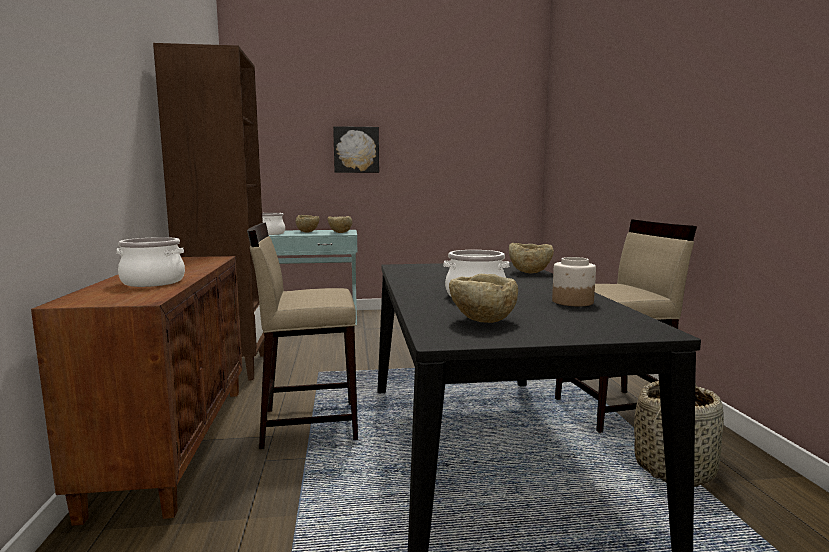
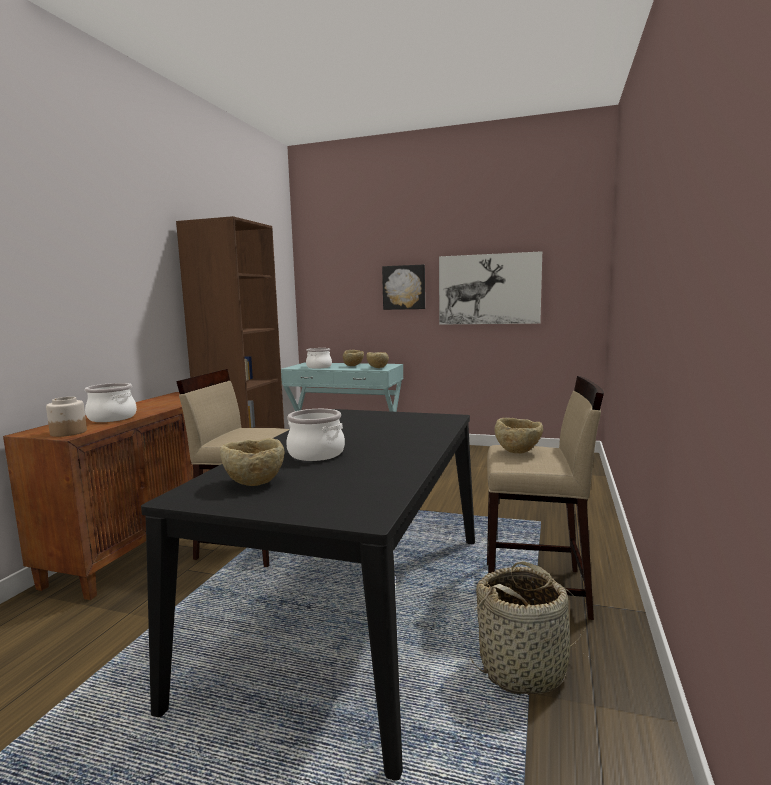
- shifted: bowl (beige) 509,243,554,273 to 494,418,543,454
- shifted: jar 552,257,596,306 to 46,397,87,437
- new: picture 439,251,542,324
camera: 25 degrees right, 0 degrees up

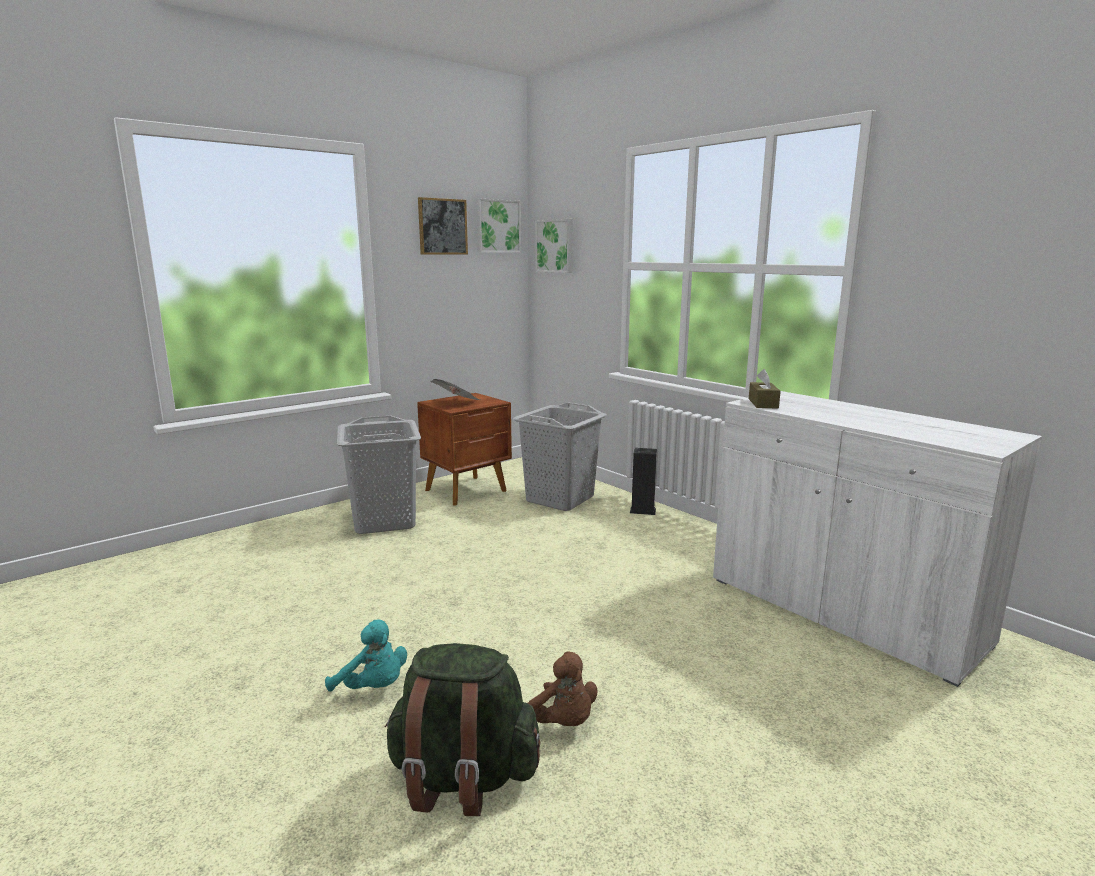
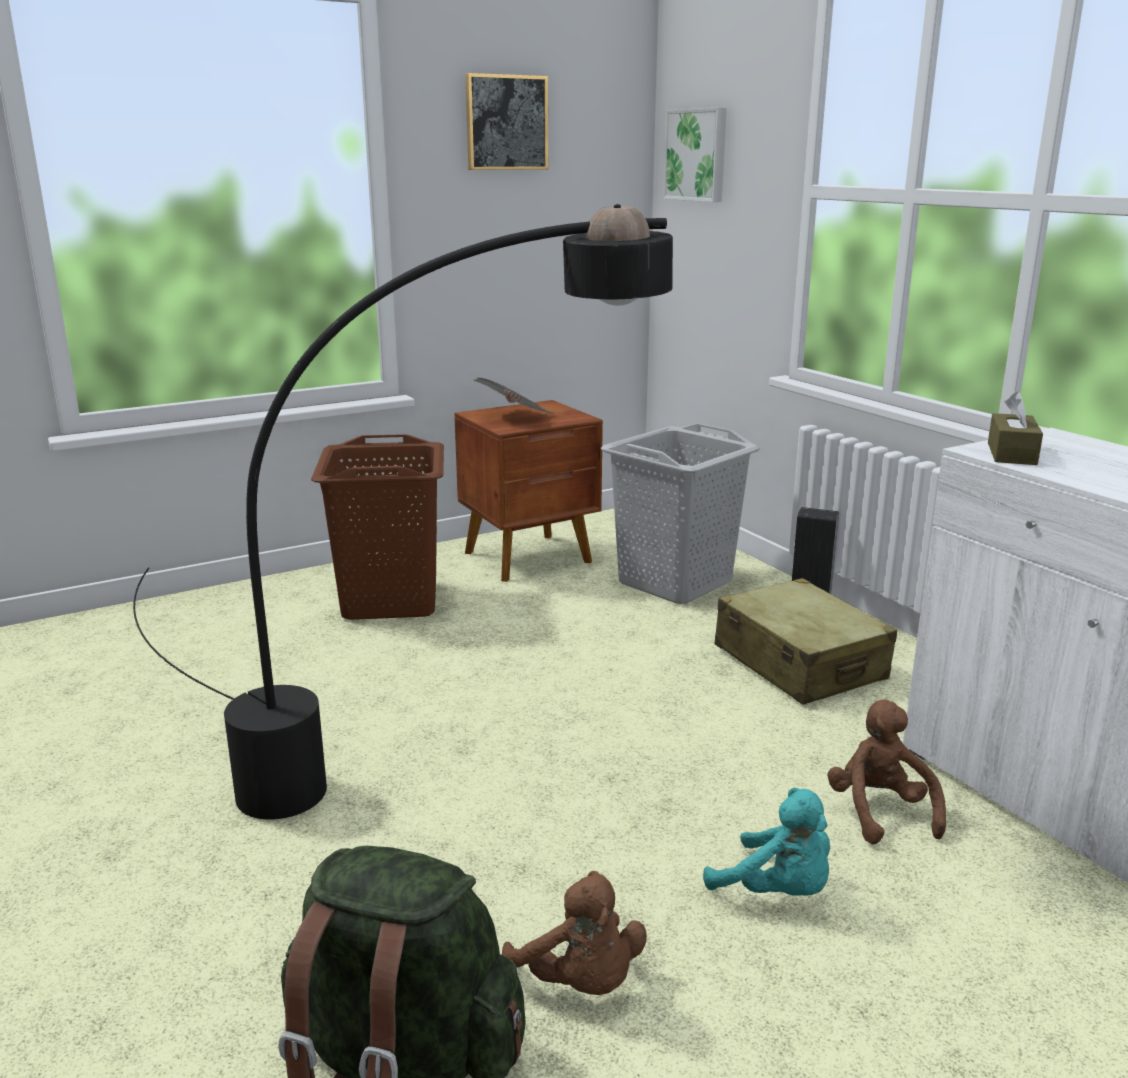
- shifted: plush toy (turquoise) 325,619,407,691 to 703,788,830,896
- repainted: laundry basket (grey) 337,416,421,534 to laundry basket (brown) 311,434,444,620
- gone: picture 476,198,521,253
- new: floor lamp (black) 133,204,673,820
- new: suitcase (beige) 715,578,897,705
- new: plush toy (brown) 827,700,946,845
camera: 10 degrees right, 5 degrees up

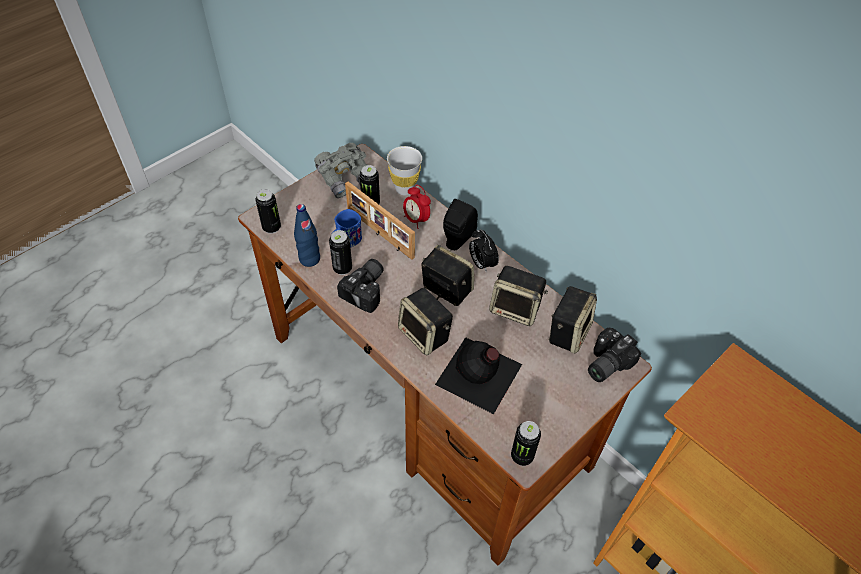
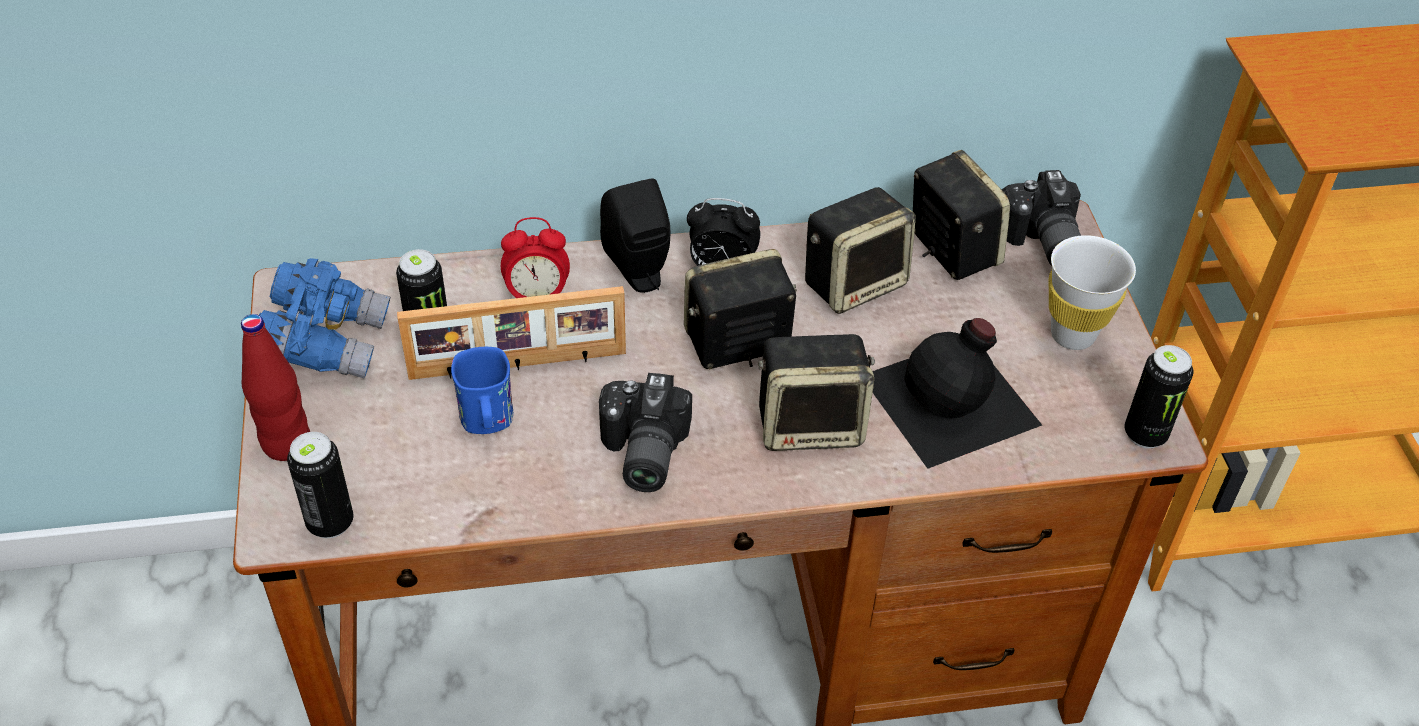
- gone: bottle (blue) 294,204,320,267
- repainted: binoculars (grey) 314,143,367,198 to binoculars (blue) 259,258,391,378
- gone: can 329,230,352,275
- rotated: photo camera 337,259,384,313 = 599,373,692,492 150 degrees counterclockwise
- shifted: cup (white) 387,146,422,195 to 1049,235,1136,350
- new: bottle (red) 241,314,310,461
camera: 55 degrees left, 5 degrees down

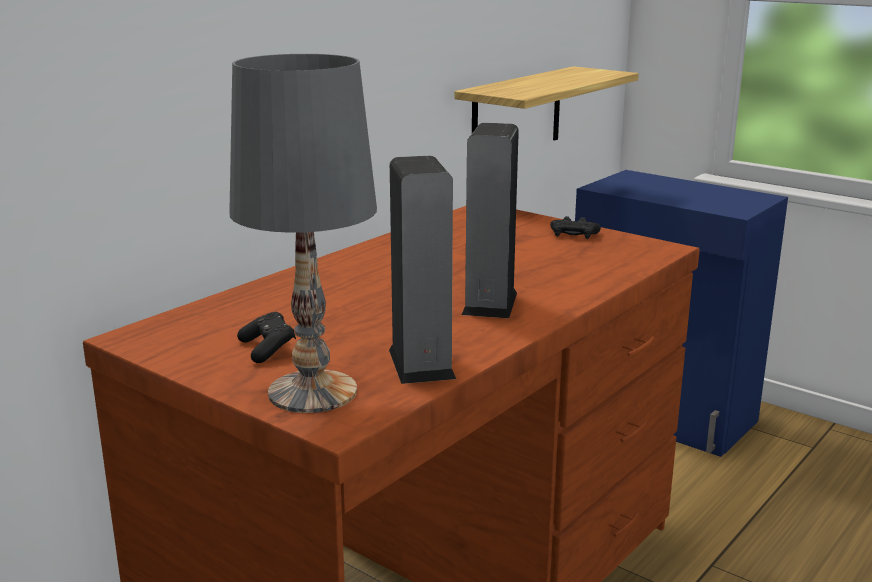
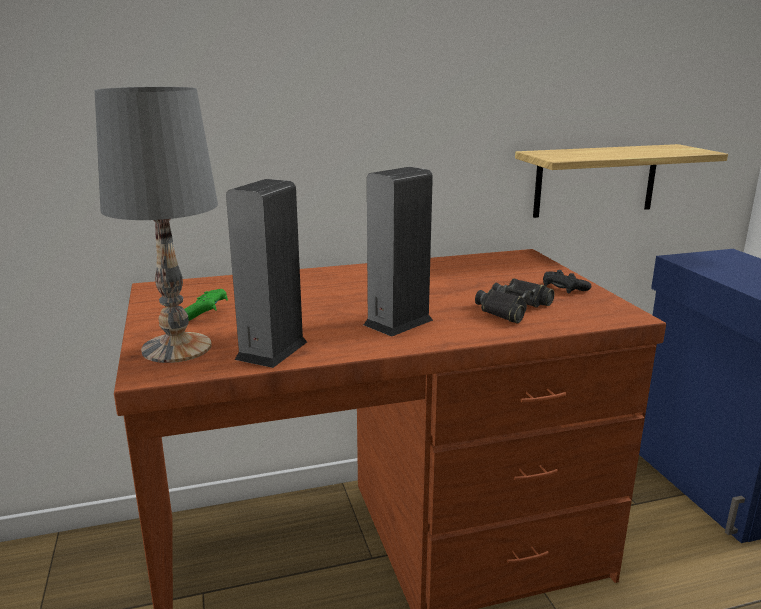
- repainted: game controller (black) 237,312,296,363 to game controller (green) 184,289,228,321
- new: binoculars (black) 475,278,554,323
camera: 35 degrees right, 0 degrees up

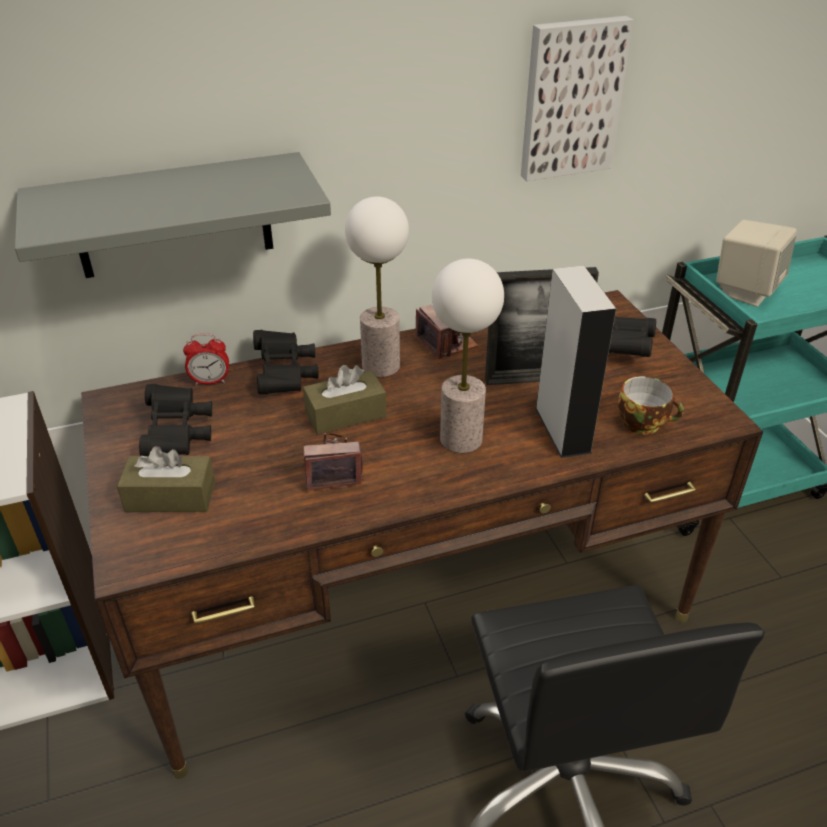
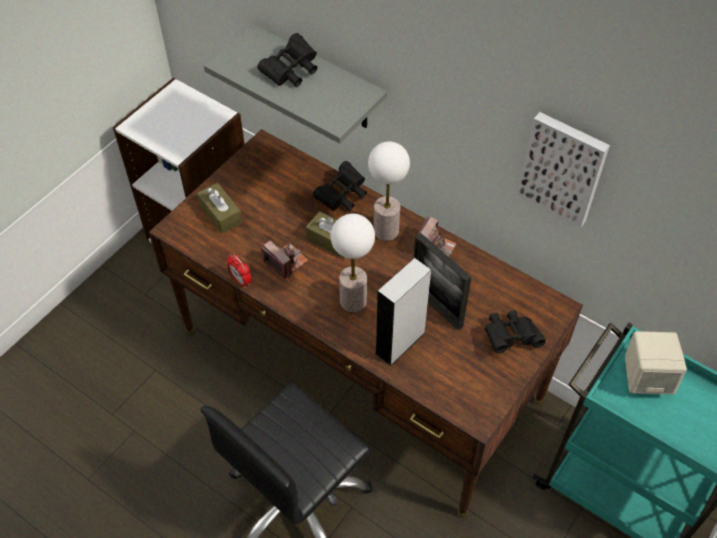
- shifted: binoculars (black) 139,384,212,456 to 257,33,317,87
- shifted: alarm clock 183,334,229,385 to 227,255,252,288
- gone: cup 618,376,684,435
camera: 55 degrees right, 15 degrees up

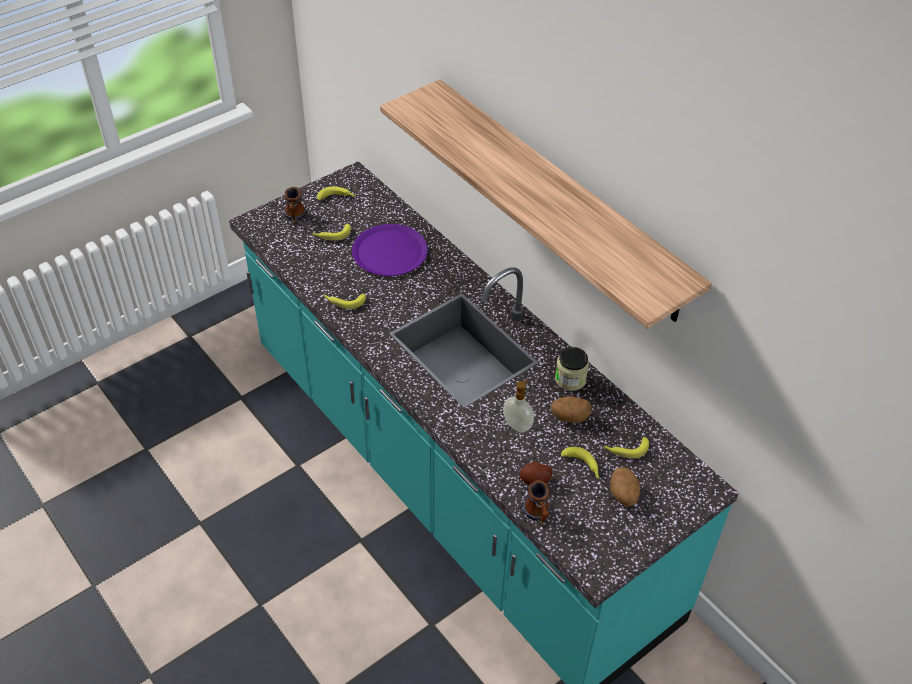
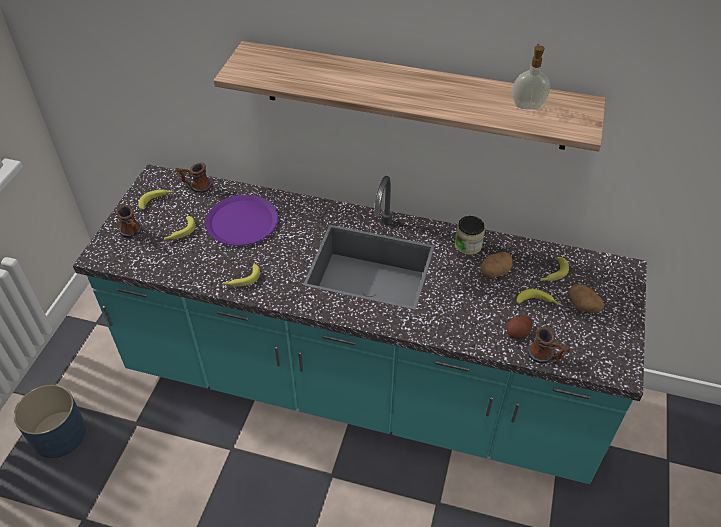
- shifted: soap dispenser 503,379,534,433 to 512,44,550,110
- new: planter (blue) 14,384,86,458
- new: mug 175,163,212,193
camera: 35 degrees left, 0 degrees up

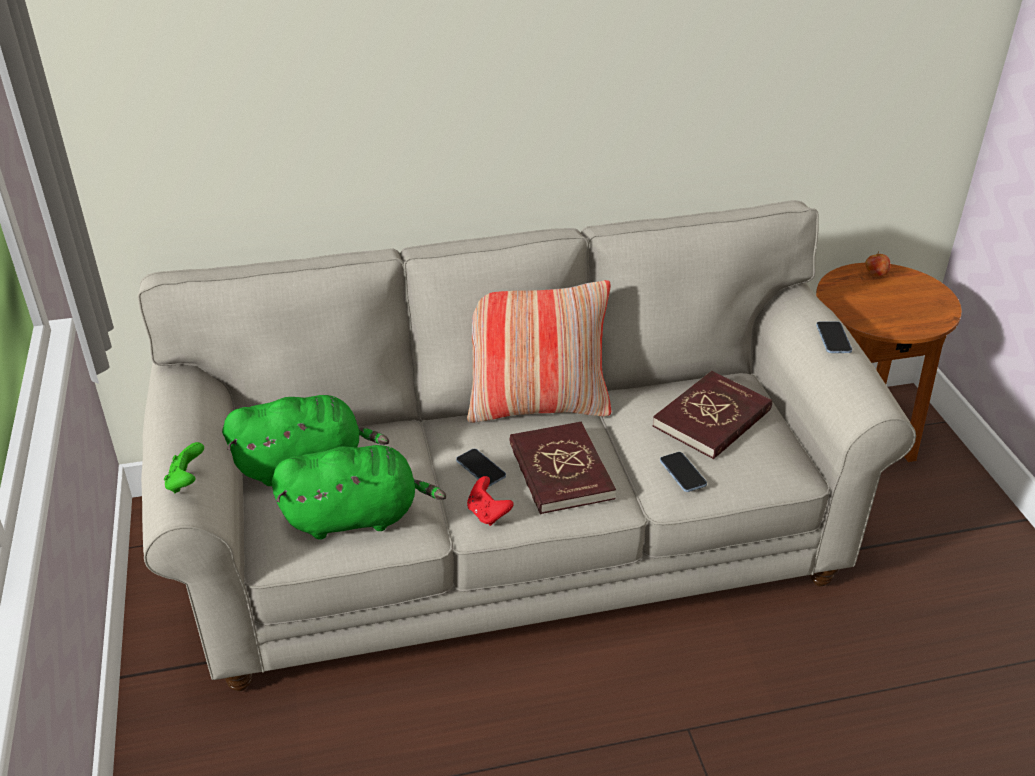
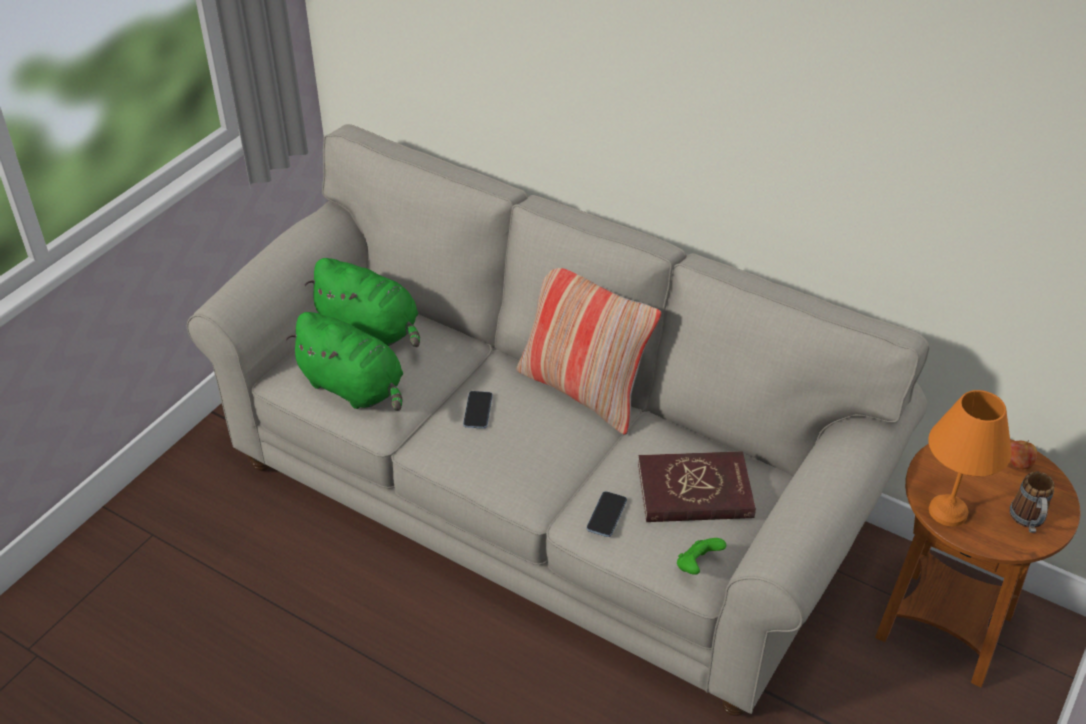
- shifted: game controller (green) 164,442,204,493 to 677,538,726,575
- gone: game controller (red) 467,476,514,526
- gone: book (red) 509,422,616,514
- gone: phone 816,321,852,353
- new: table lamp (orange) 929,390,1012,527
- new: mug 1009,471,1055,533
camera: 45 degrees right, 5 degrees up

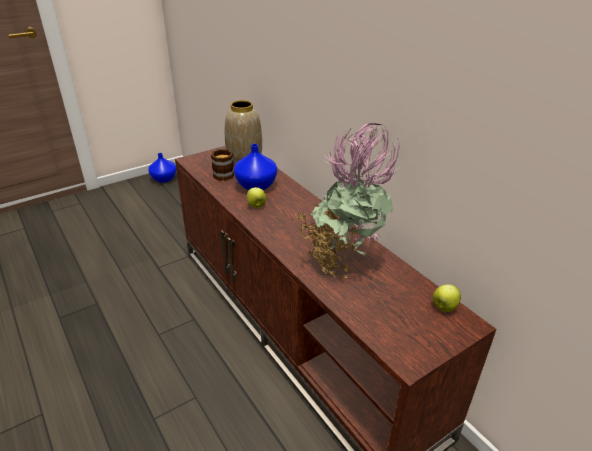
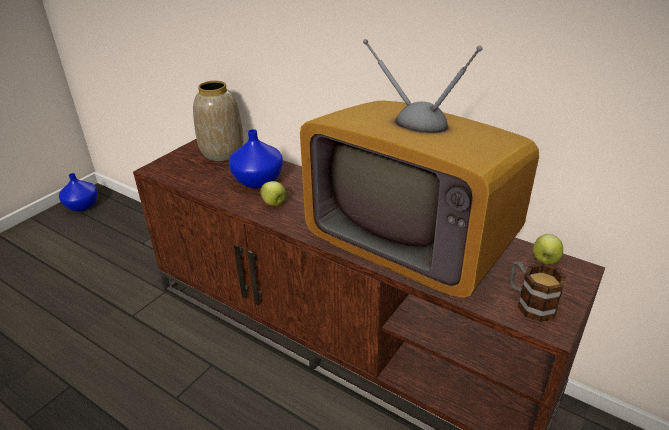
- shifted: mug 211,148,234,181 to 510,261,567,322
- swapped: potted plant 295,122,400,278 to television 300,39,539,298
camera: 20 degrees left, 0 degrees up

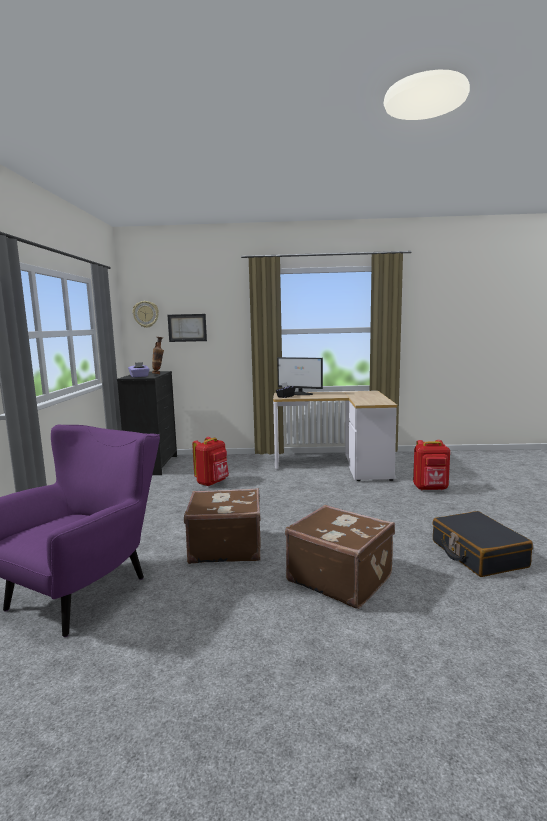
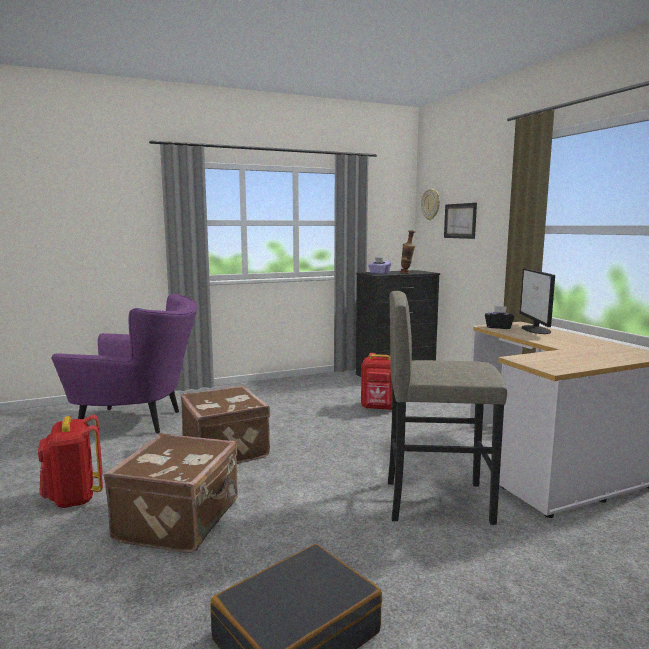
- shifted: backpack (red) 413,440,450,490 to 38,415,103,508
- new: stool (grey) 388,291,507,525
camera: 65 degrees right, 0 degrees up

